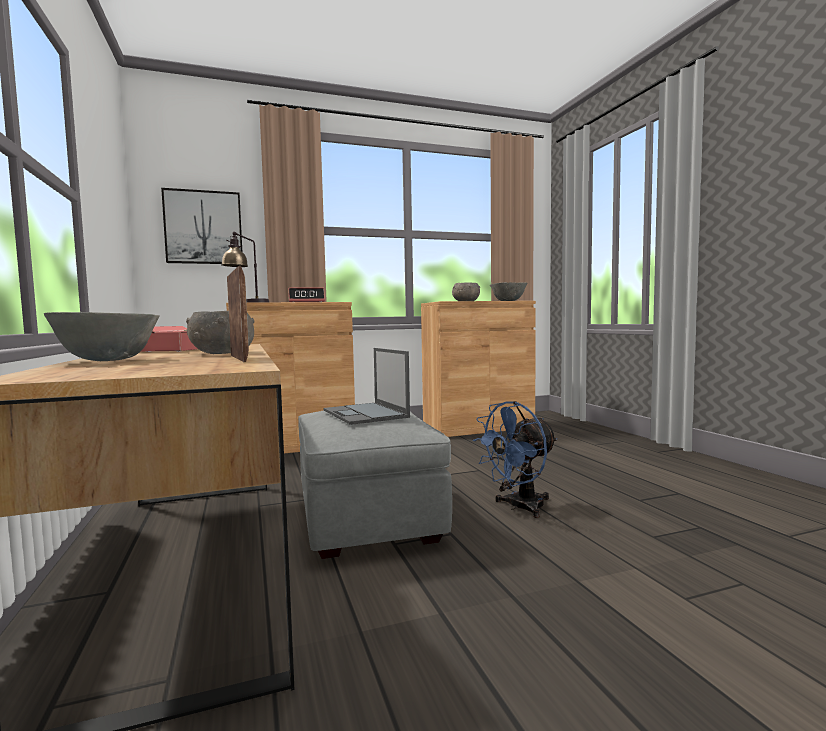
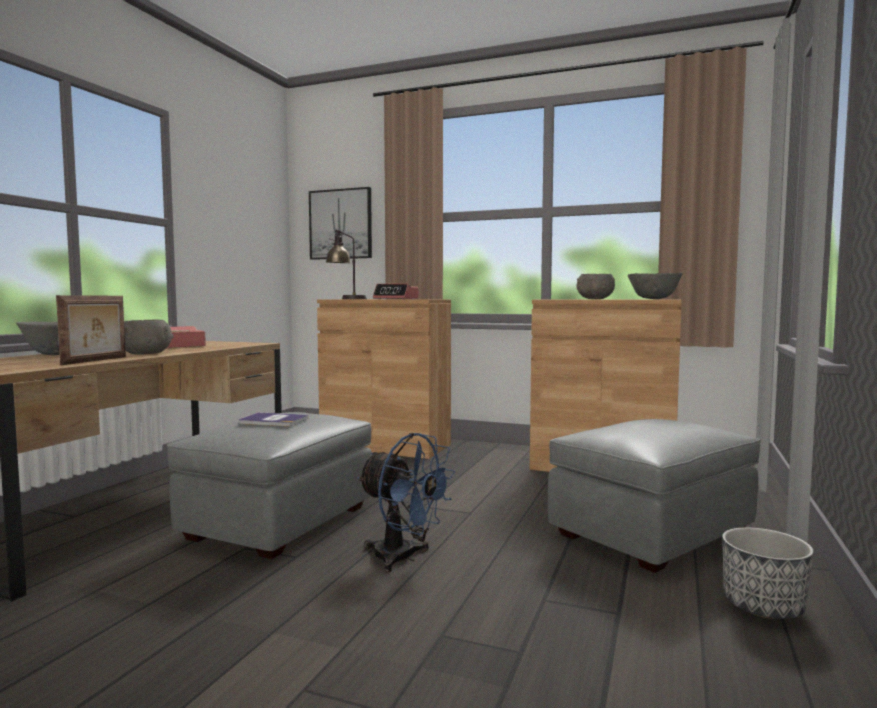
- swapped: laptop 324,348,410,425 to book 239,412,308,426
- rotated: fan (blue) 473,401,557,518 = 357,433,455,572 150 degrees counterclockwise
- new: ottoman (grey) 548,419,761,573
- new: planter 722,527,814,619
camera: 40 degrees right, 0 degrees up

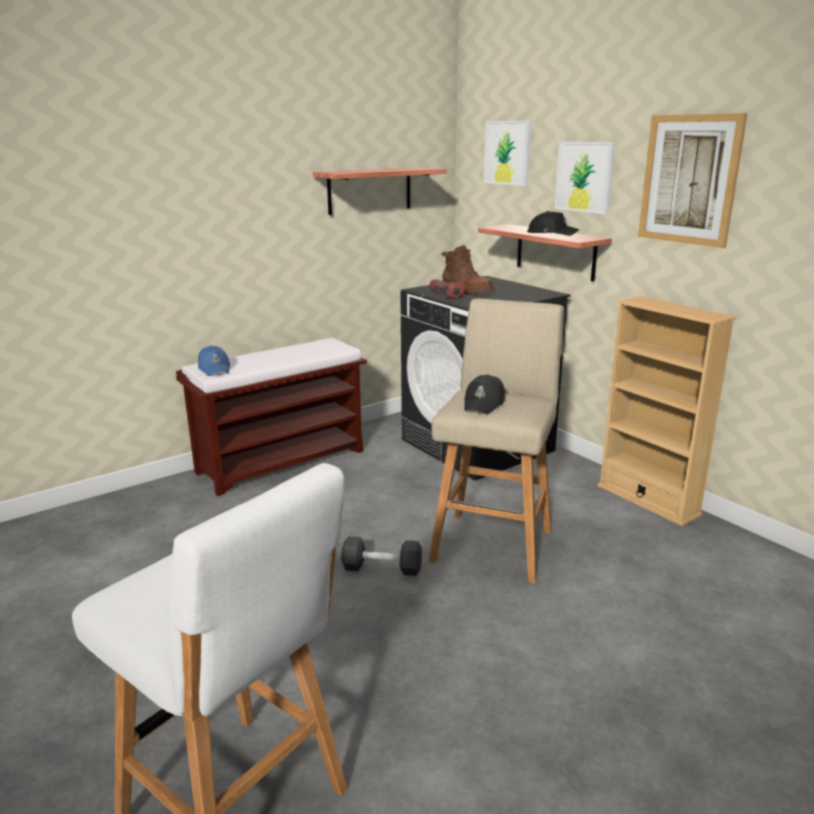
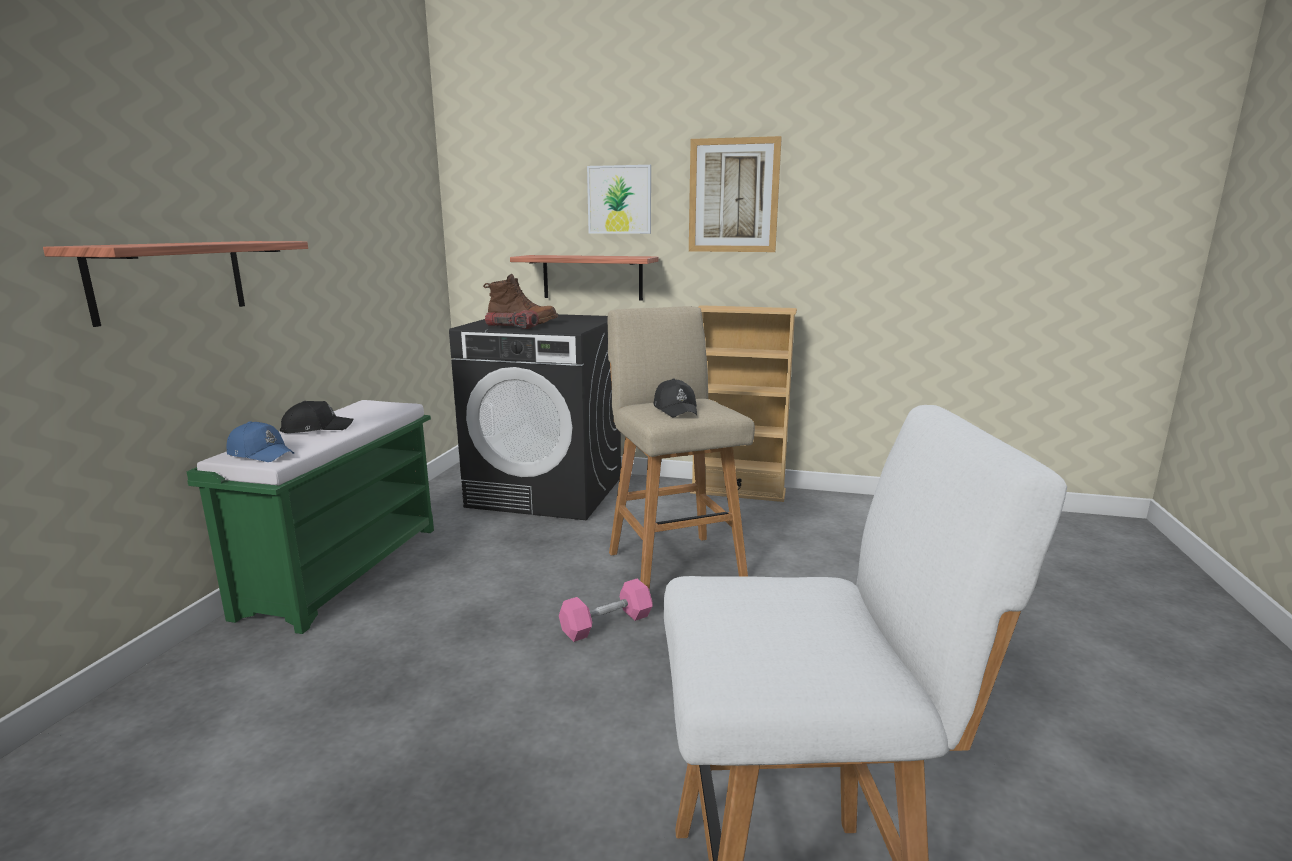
- repainted: bench (brown) 176,337,367,496 to bench (green) 186,400,434,634
- shifted: shelf 313,167,447,215 to 43,241,308,327
- repainted: dumbbell (black) 341,536,422,576 to dumbbell (pink) 559,579,653,642
- gone: picture 484,121,531,186
- shifted: cap (black) 527,211,579,236 to 280,401,354,433
camera: 40 degrees left, 5 degrees down

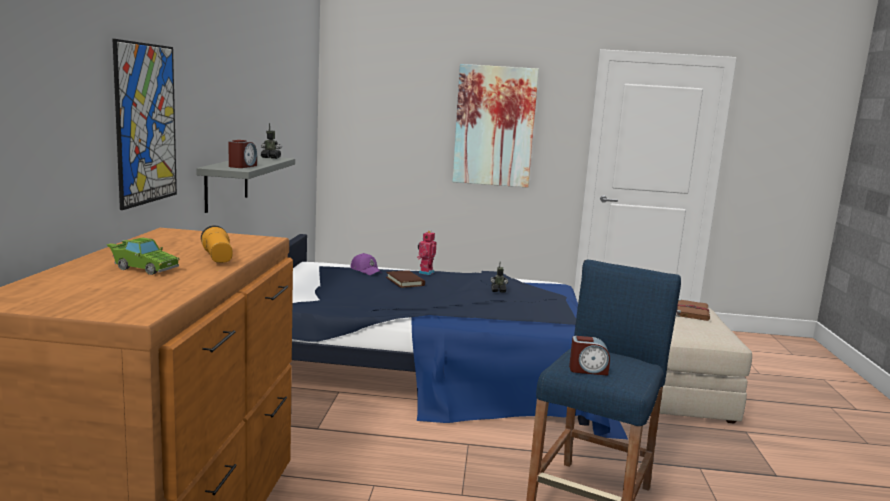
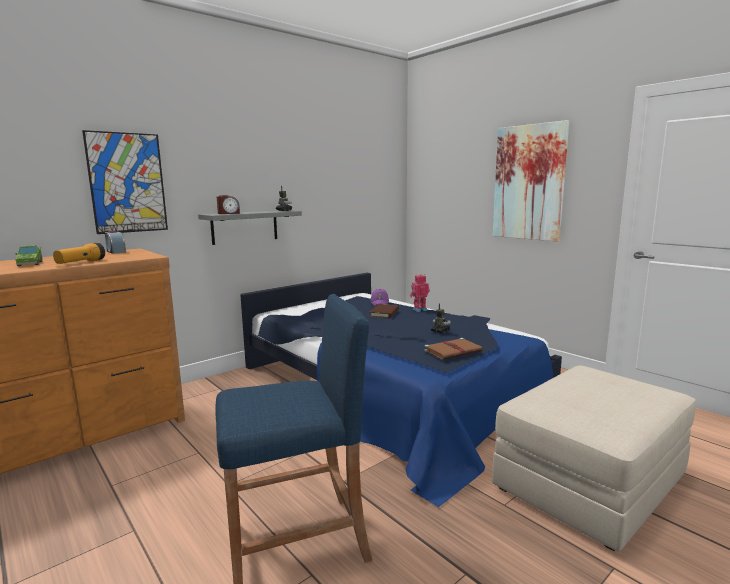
- shifted: alarm clock 569,336,610,376 to 105,231,126,254
- shifted: book (brown) 676,299,710,321 to 424,338,483,360
camera: 45 degrees right, 0 degrees up

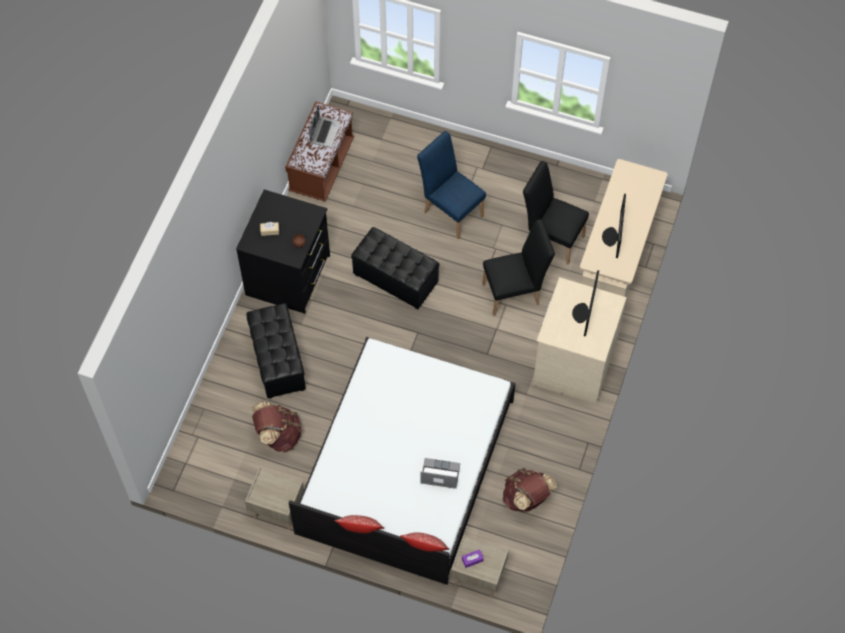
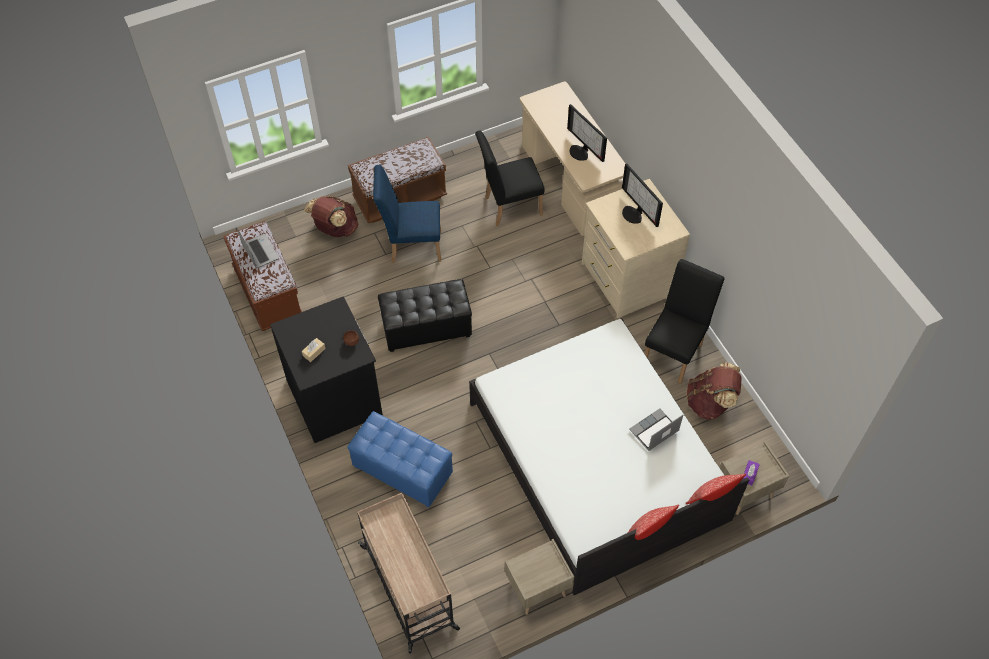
- repainted: ottoman (black) 246,303,306,399 to ottoman (blue) 347,411,453,507
- shifted: backpack (brown) 252,401,302,452 to 304,196,358,237
- shifted: chair (black) 482,219,555,316 to 645,259,724,384
- new: bench (brown) 348,137,447,223
- new: cart (beige) 357,493,460,653
camera: 45 degrees left, 5 degrees down

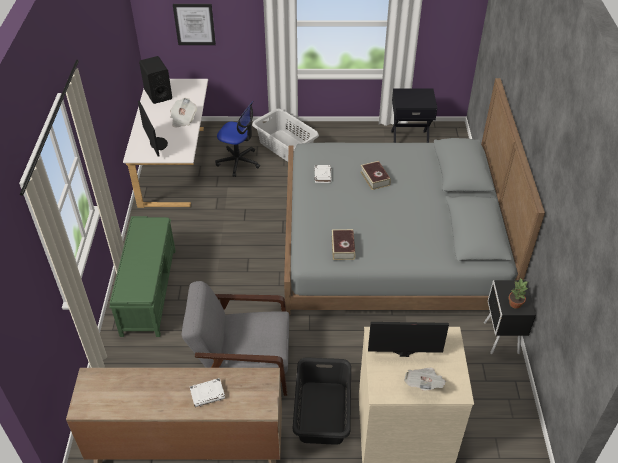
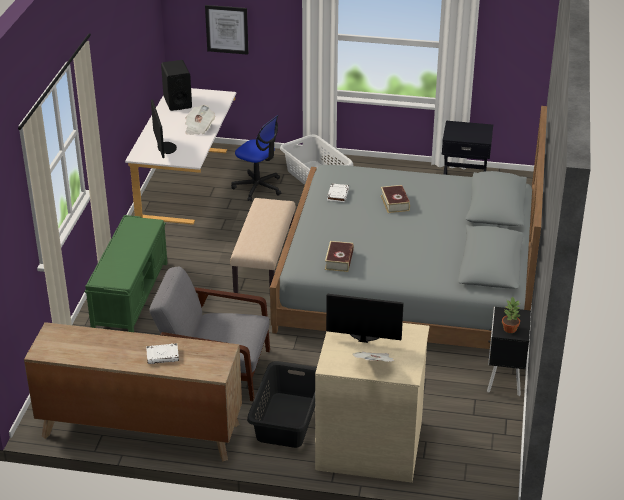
- new: bench (beige) 230,198,296,293
camera: 10 degrees right, 10 degrees down

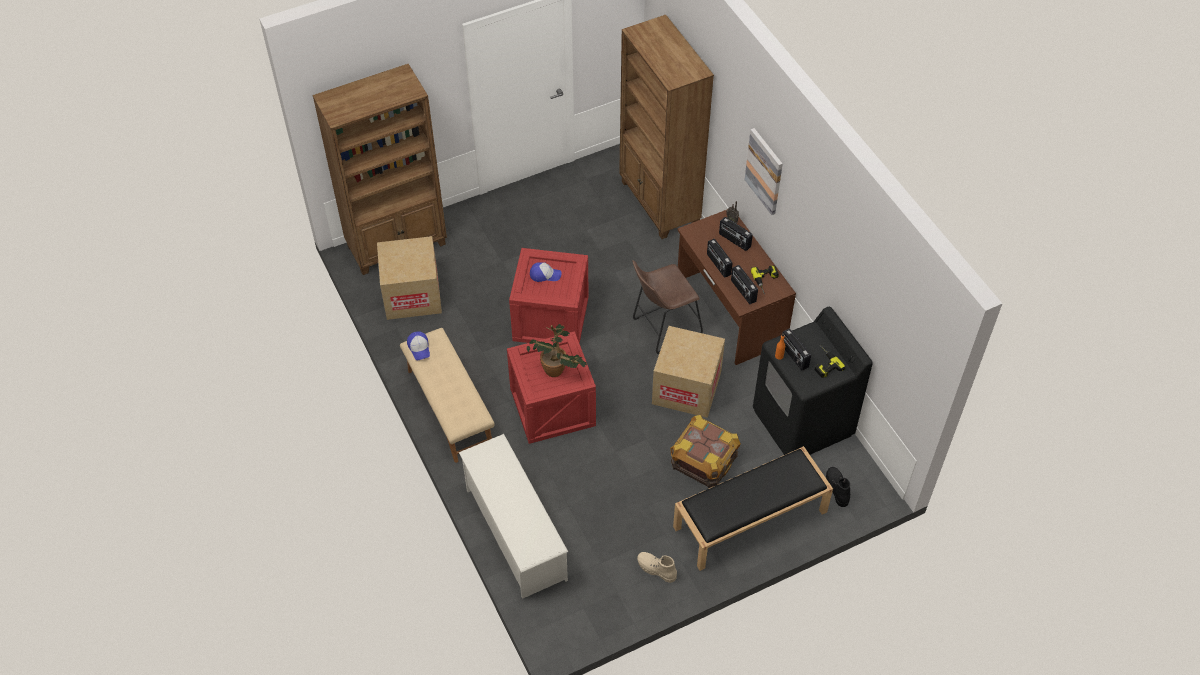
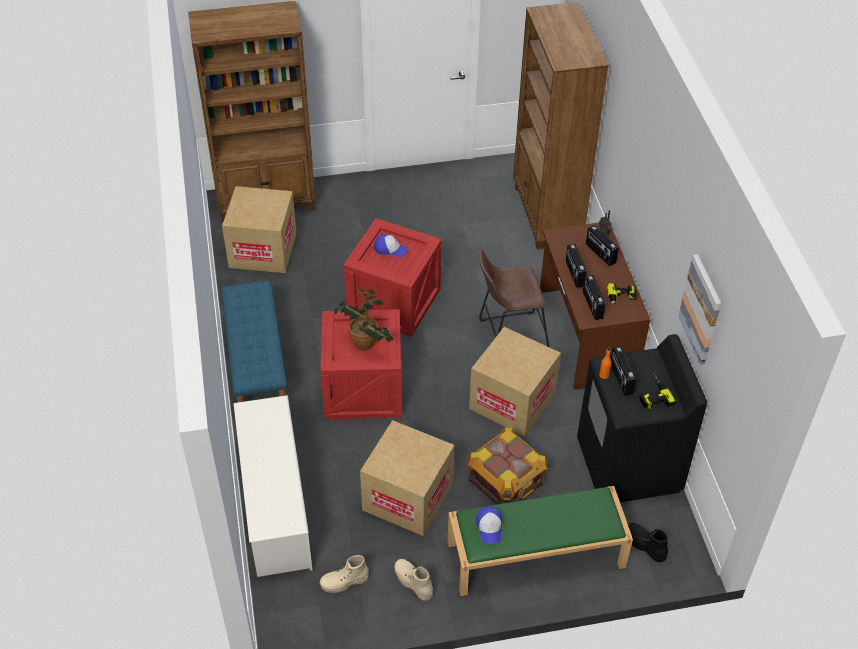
- repainted: bench (beige) 400,328,495,463 to bench (blue) 221,280,287,402
- shifted: cap 407,331,430,361 to 476,507,502,544
- repainted: bench (black) 673,446,833,571 to bench (green) 448,486,633,596
- shifted: picture 745,128,783,215 to 678,254,721,365
- rotated: boot (black) 826,467,850,507 = 628,523,668,562 45 degrees counterclockwise
- new: boot (beige) 320,555,369,593
- new: cardboard box 360,420,455,536
camera: 15 degrees right, 5 degrees down

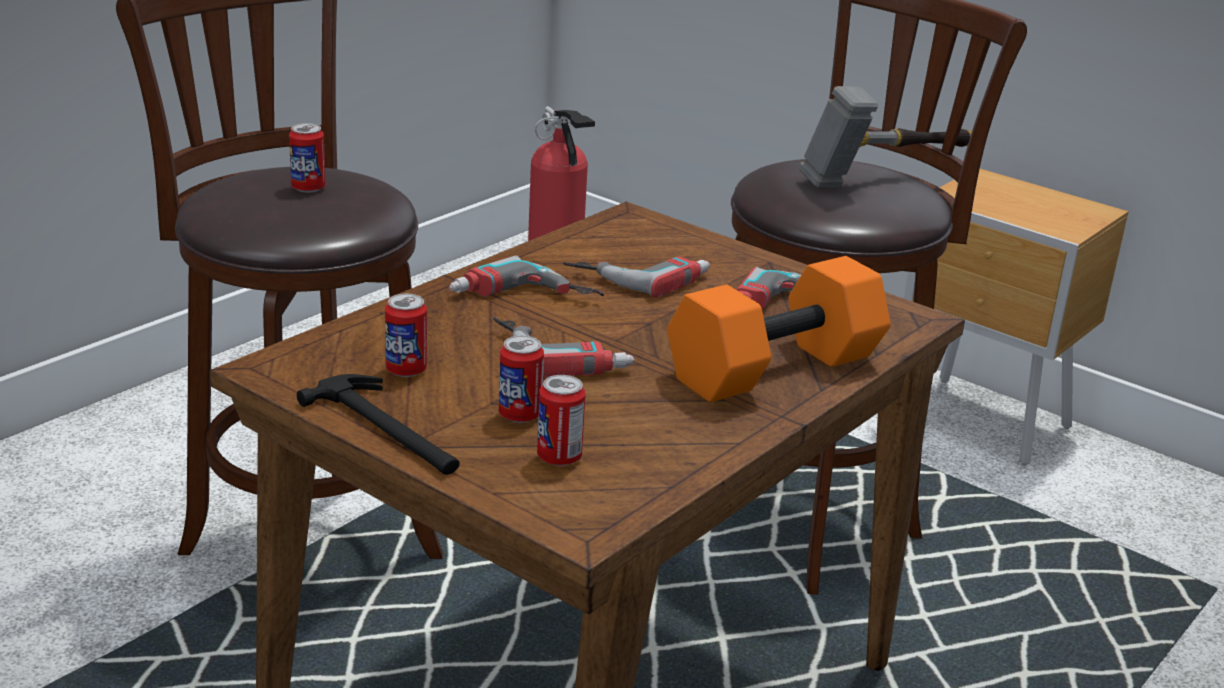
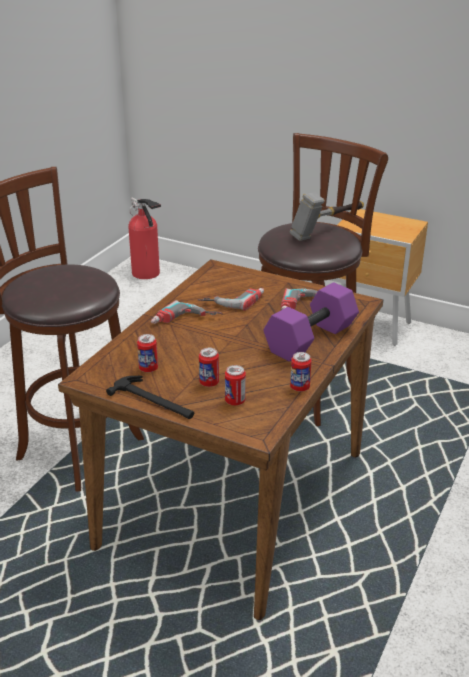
- shifted: can 289,123,325,193 to 290,352,312,392
- gone: power drill 493,316,635,377
- repainted: dumbbell (orange) 667,256,891,402 to dumbbell (purple) 264,282,359,362
camera: 10 degrees left, 5 degrees up

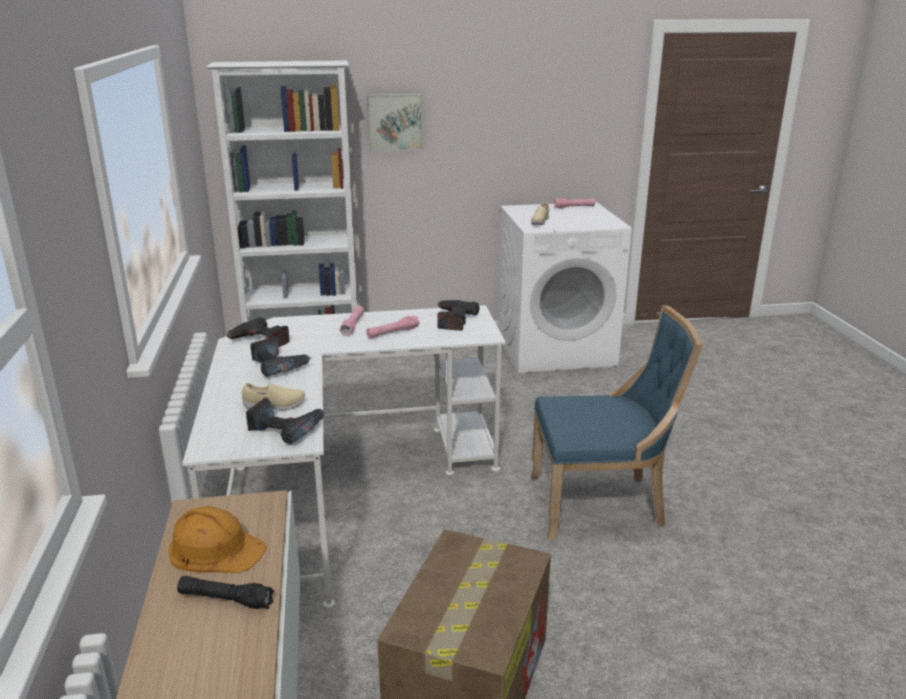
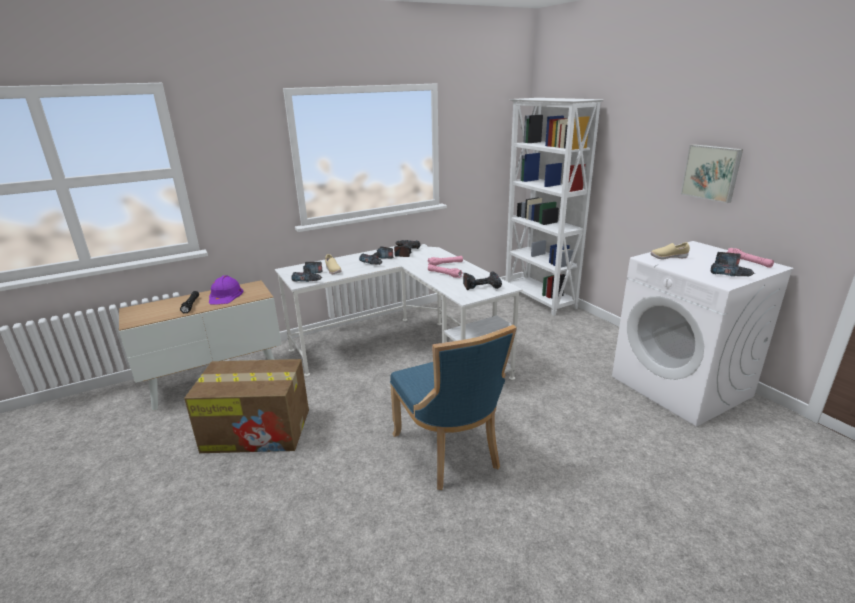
- repainted: hard hat (orange) 168,506,267,573 to hard hat (purple) 209,275,243,305
- shifted: picture 366,94,423,152 to 681,144,743,203
- new: power drill 711,252,755,276
camera: 70 degrees right, 0 degrees up

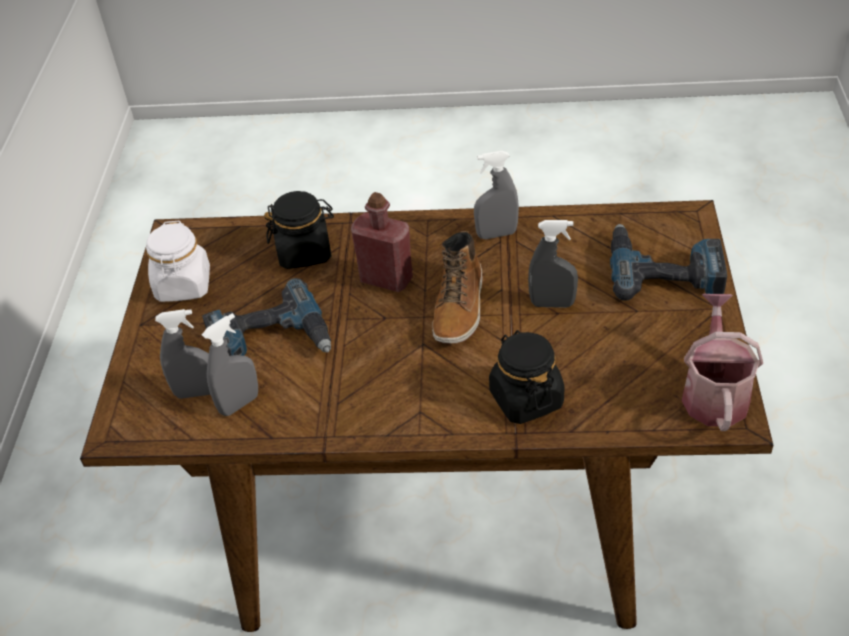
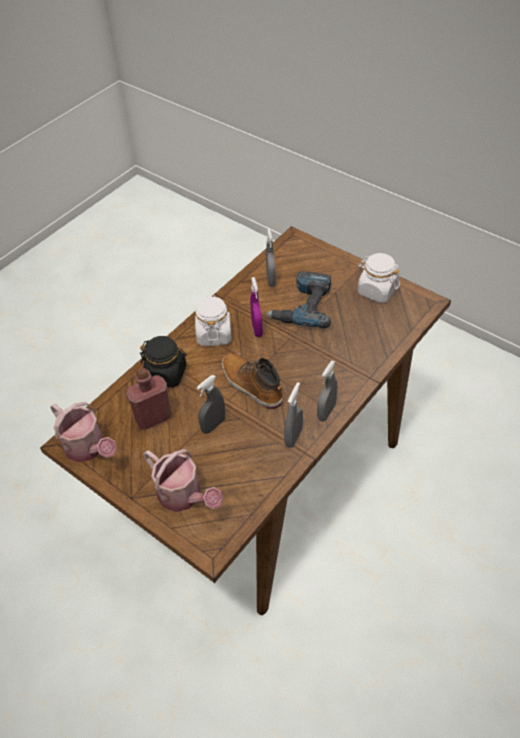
- shifted: spray bottle (grey) 155,309,210,399 to 317,361,337,421
- gone: jar (black) 264,191,334,269
- shifted: bottle (red) 351,192,413,292 to 126,368,172,430
- swapped: power drill 610,224,727,301 to watering can 143,449,223,512
- new: jar (white) 195,295,231,346
- new: spray bottle (purple) 250,277,263,337
camera: 125 degrees right, 5 degrees up

